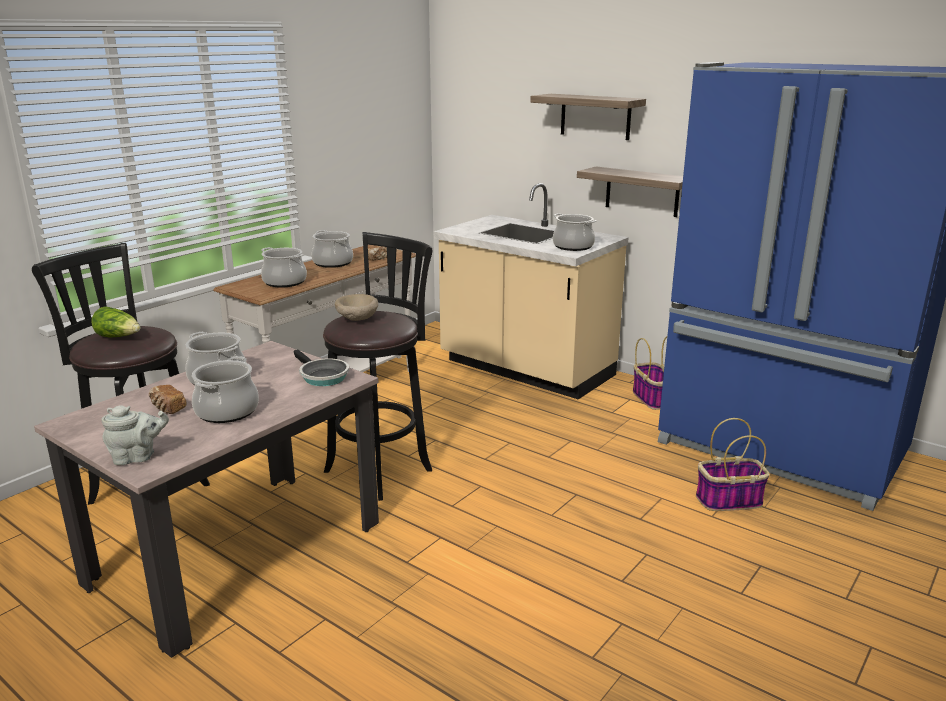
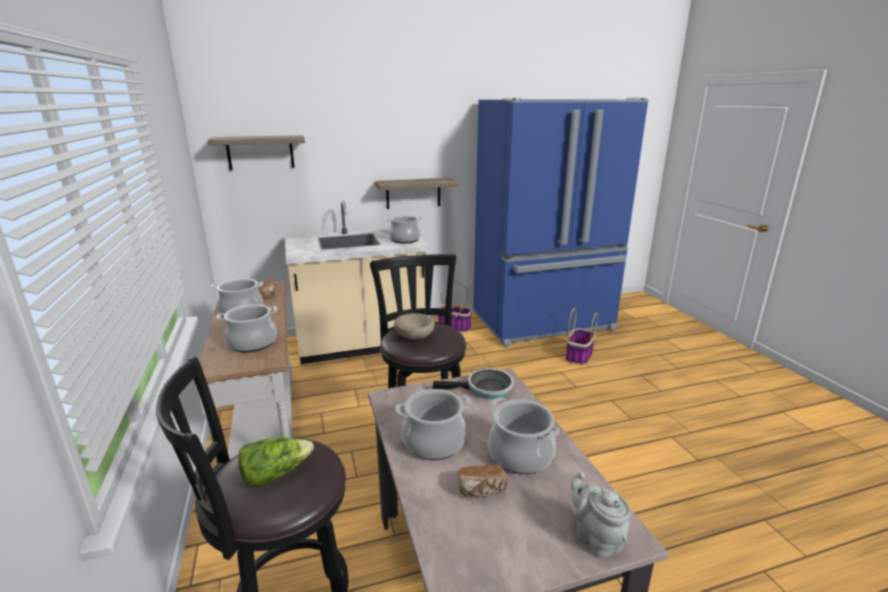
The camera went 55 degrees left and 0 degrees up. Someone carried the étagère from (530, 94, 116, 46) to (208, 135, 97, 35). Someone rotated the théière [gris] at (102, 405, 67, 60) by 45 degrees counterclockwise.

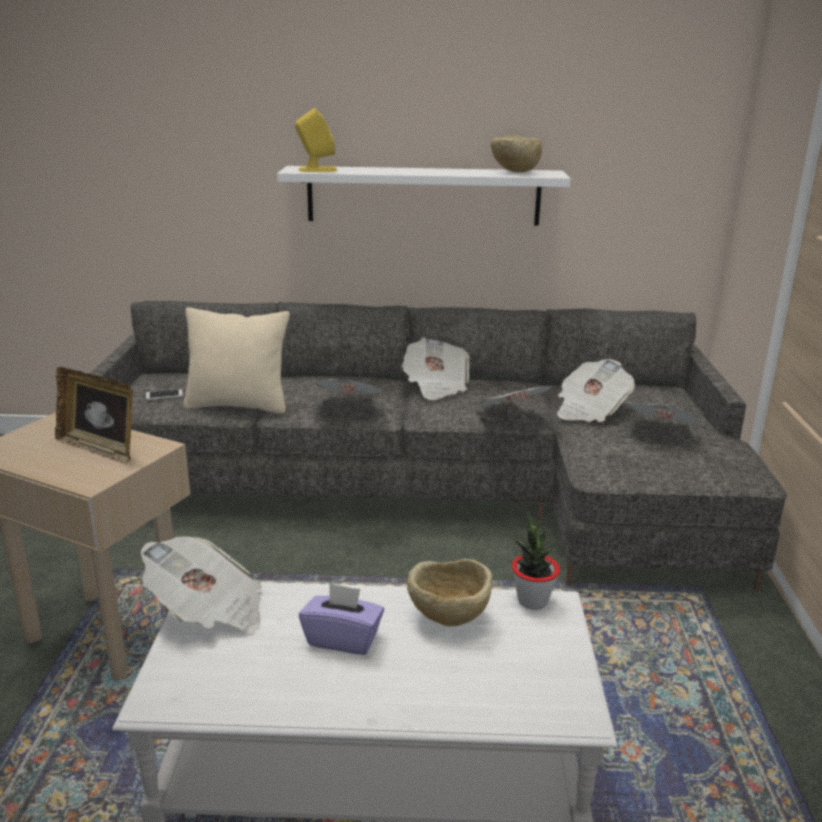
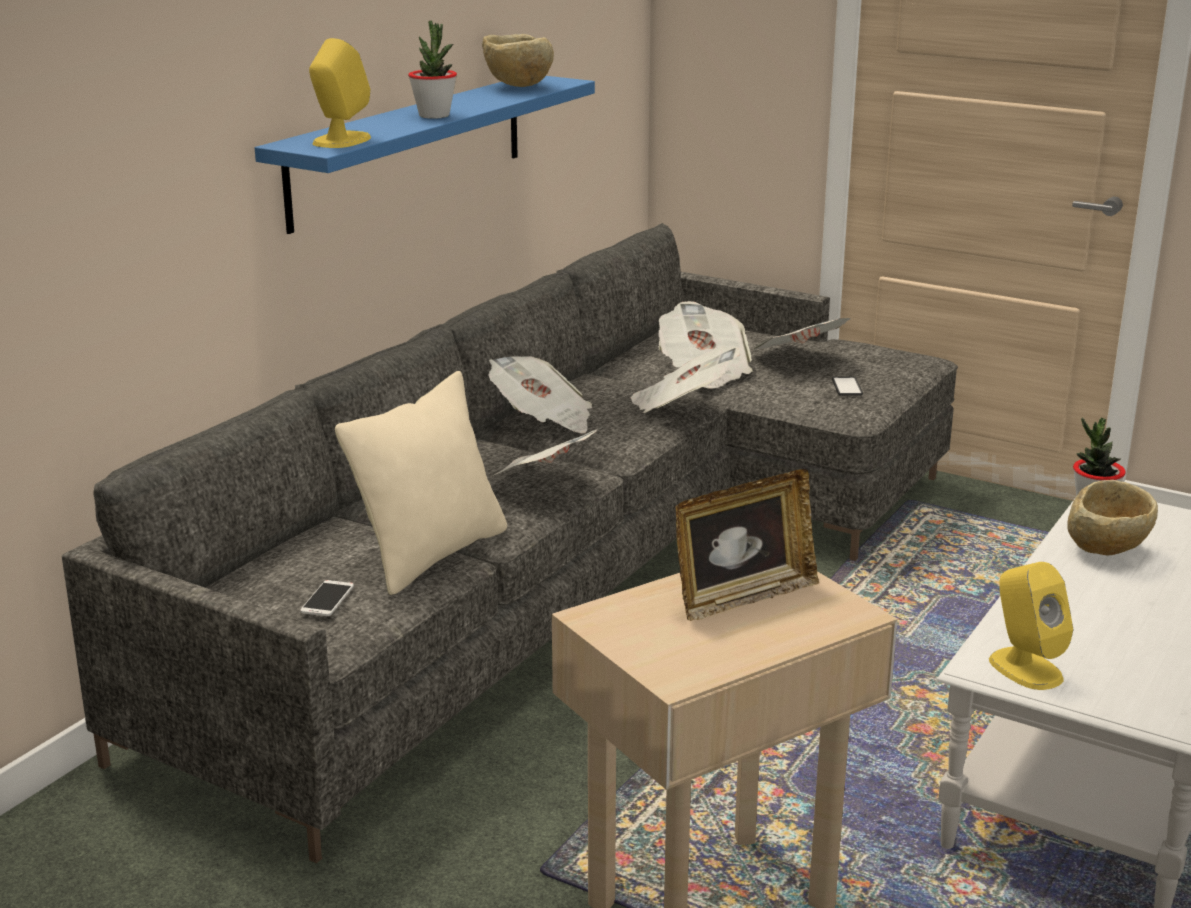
The camera went 60 degrees left and 0 degrees up. Someone repainted the étagère [blanc] at (277, 166, 294, 59), which became the étagère [bleu] at (255, 76, 340, 158). Someone swapped the journal at (141, 536, 121, 95) for the enceinte [jaune] at (989, 562, 84, 128). Someone took away the boîte à mouchoirs [violet] at (299, 583, 85, 72). Someone put down the plante en pot at (408, 20, 49, 99). Someone put down the téléphone at (832, 377, 31, 19).

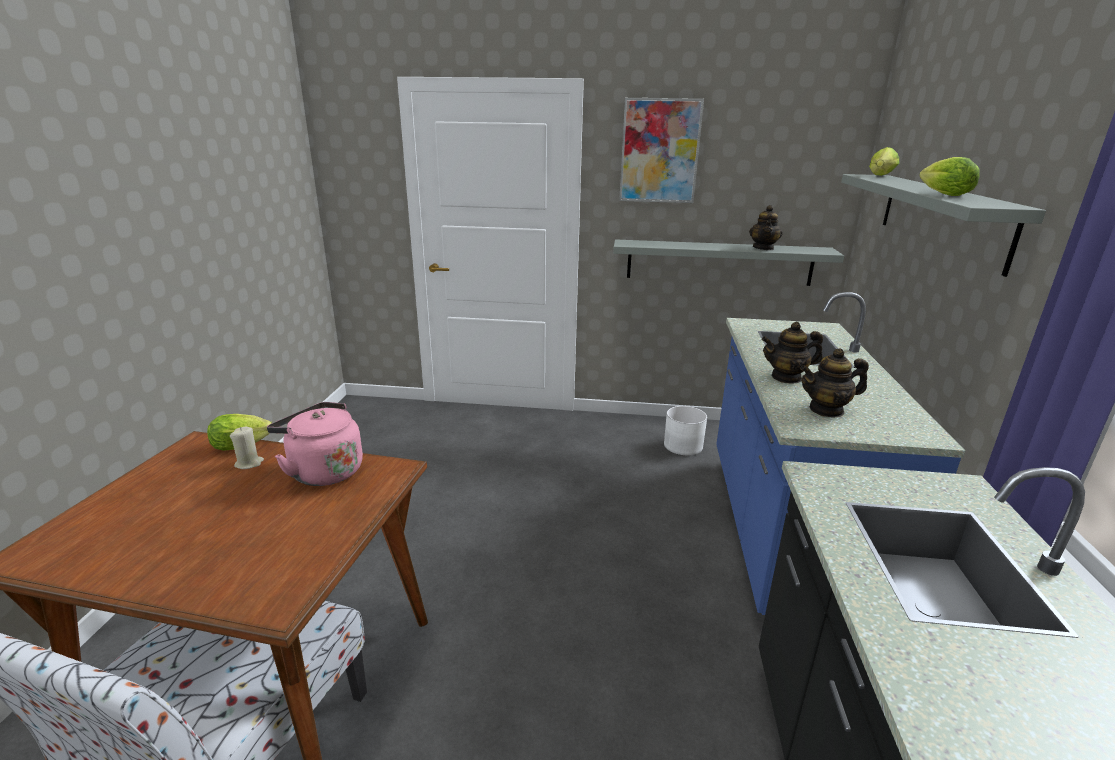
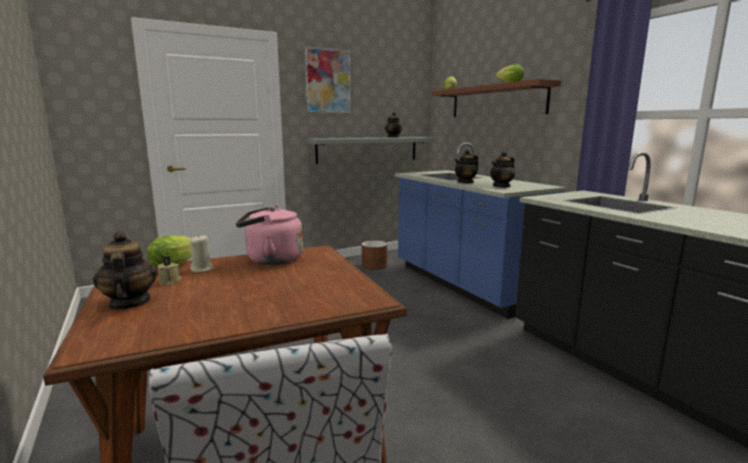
The camera went 35 degrees left and 10 degrees down. Someone repainted the étagère [gris] at (841, 174, 205, 103), which became the étagère [marron] at (431, 79, 130, 38). Someone repainted the cache-pot [blanc] at (664, 406, 43, 49), which became the cache-pot [marron] at (362, 241, 25, 29). Someone put down the théière at (93, 231, 65, 79). Someone put down the bougie [beige] at (157, 256, 25, 29).

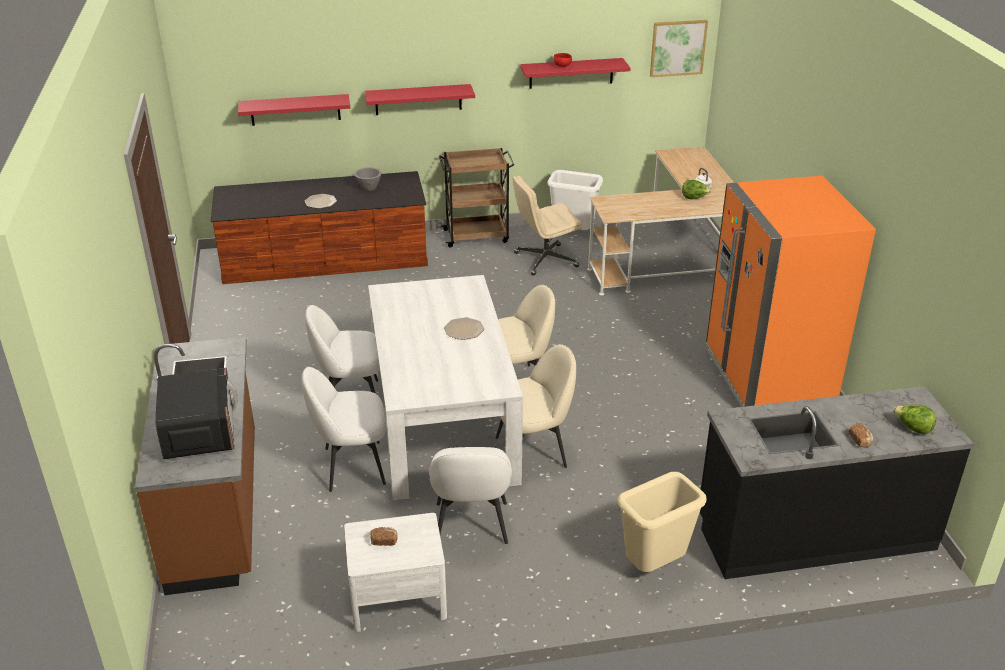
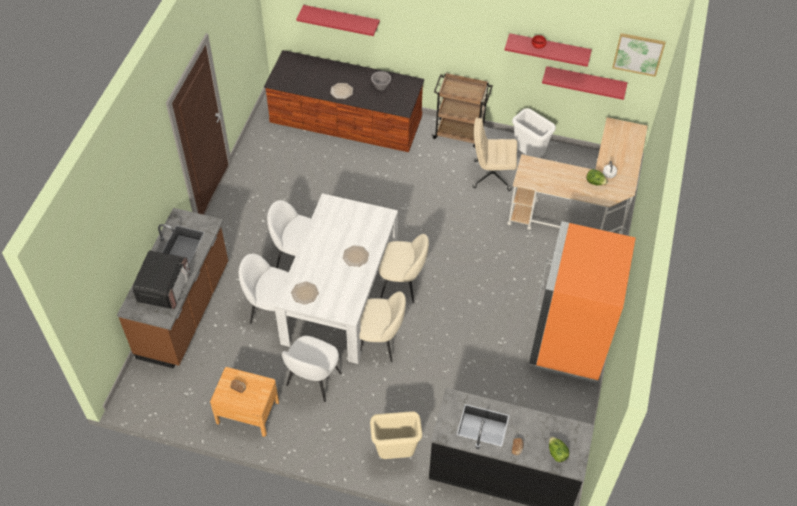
The camera went 25 degrees right and 20 degrees up. Someone carried the étagère [rouge] from (365, 84, 110, 31) to (542, 66, 86, 34). Someone repainted the table de chevet [blanc] at (344, 513, 103, 119), which became the table de chevet [marron] at (210, 367, 69, 70). Someone put down the assiette at (291, 281, 28, 23).

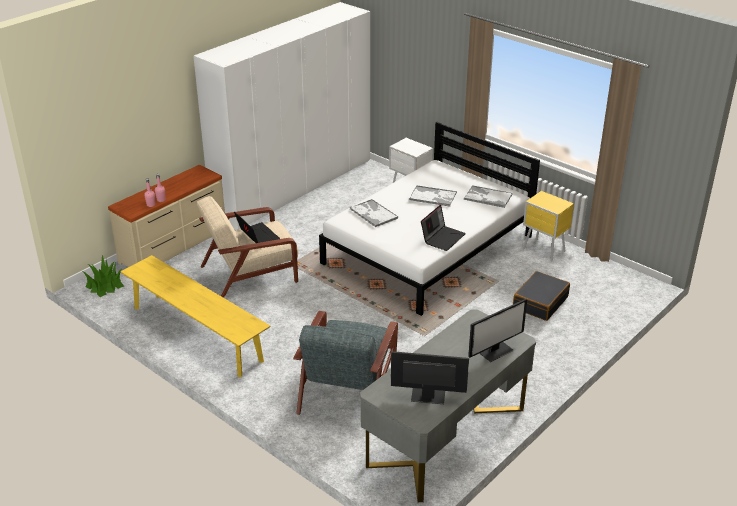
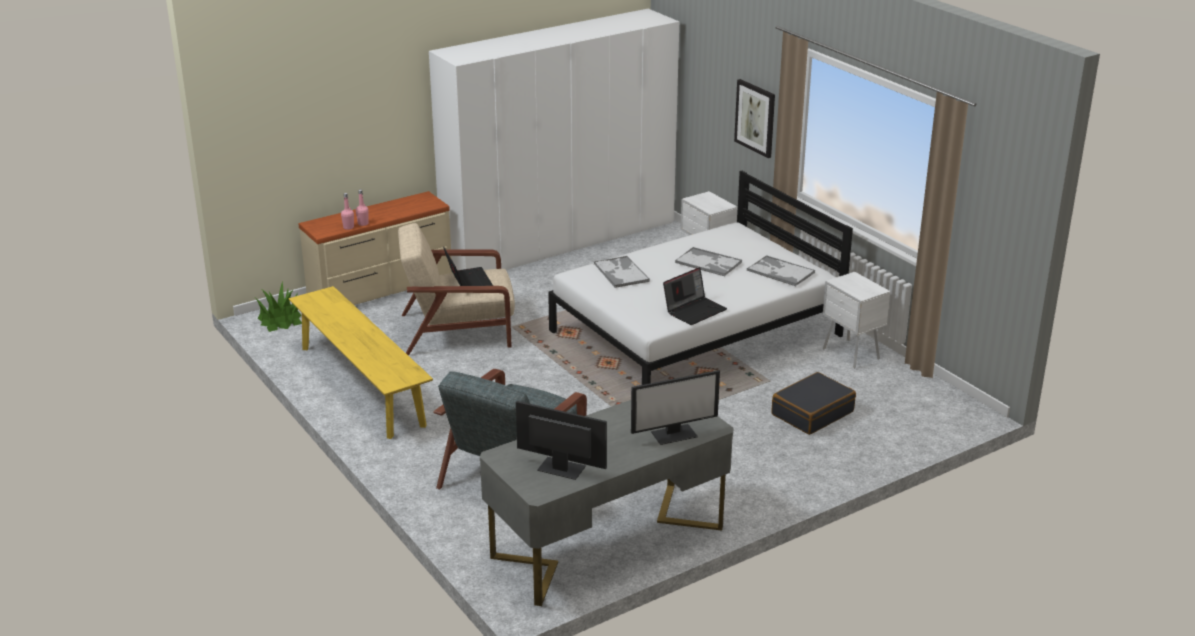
The camera went 15 degrees right and 5 degrees down. Someone repainted the table de chevet [jaune] at (523, 191, 51, 71), which became the table de chevet [blanc] at (823, 272, 67, 96). Someone put up the tableau at (734, 79, 41, 79).

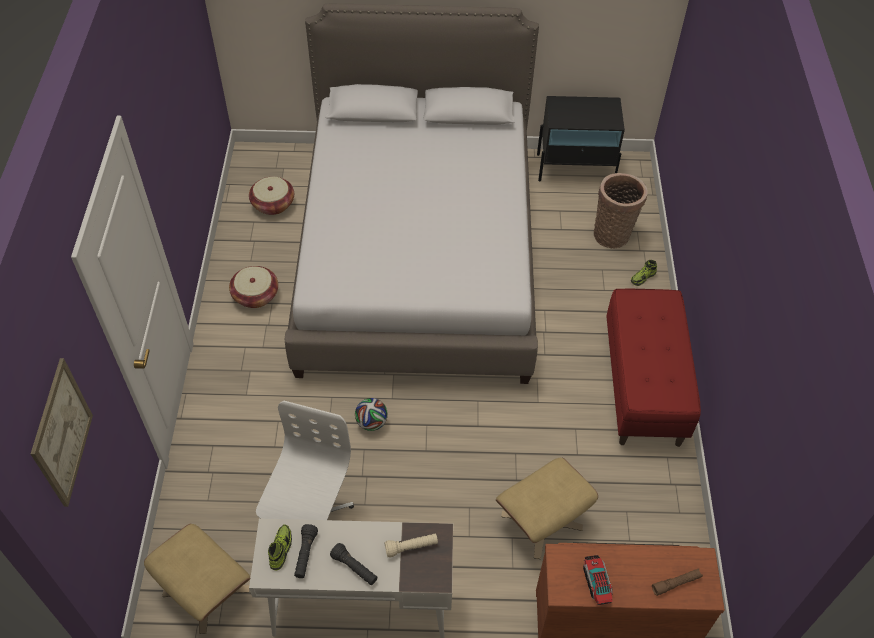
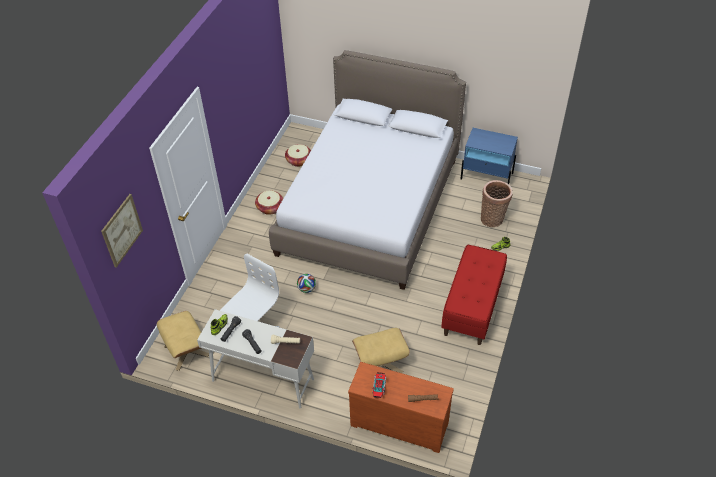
The camera went 20 degrees right and 5 degrees down. Someone repainted the table de chevet [noir] at (537, 96, 88, 86), which became the table de chevet [bleu] at (460, 128, 58, 56).

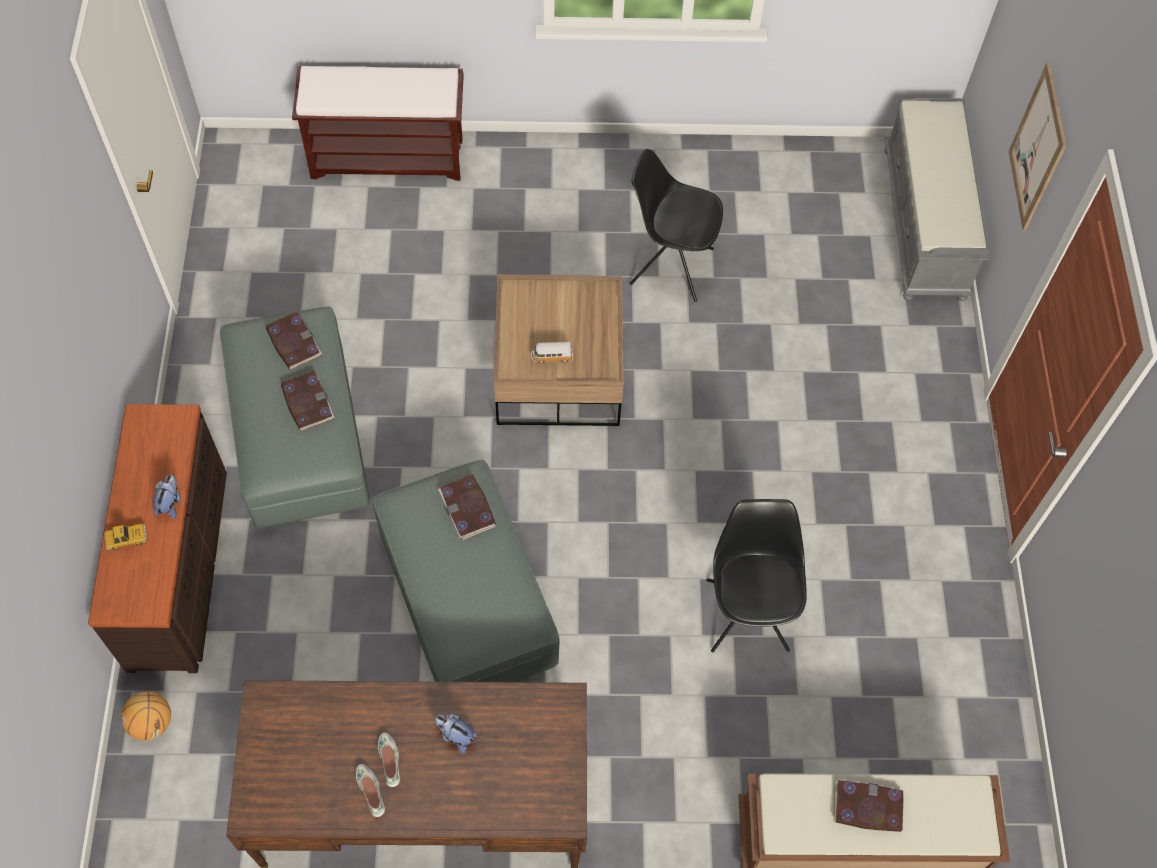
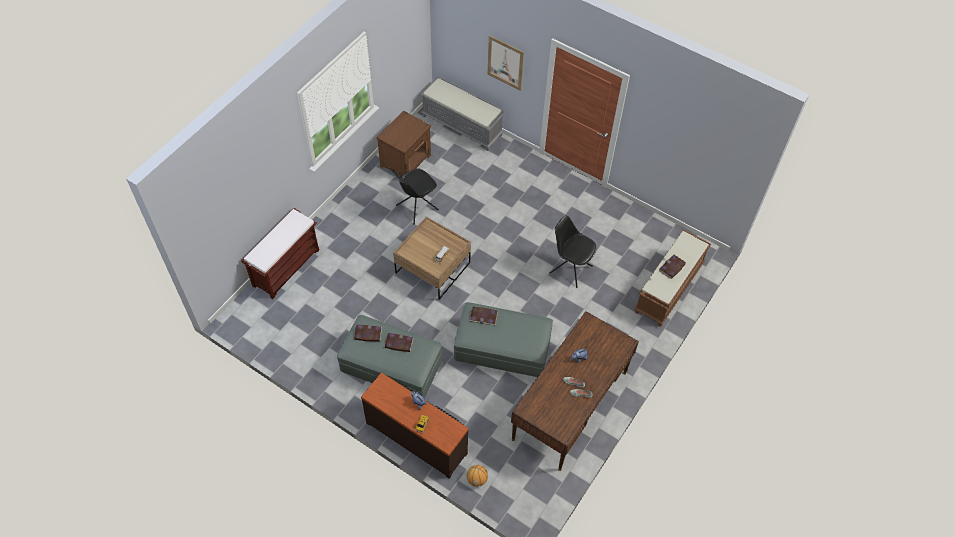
The camera went 55 degrees left and 5 degrees down. Someone put down the table de chevet [marron] at (377, 111, 54, 64).

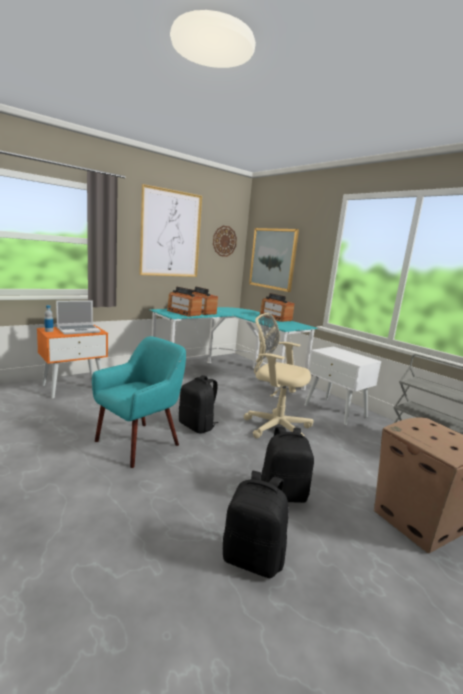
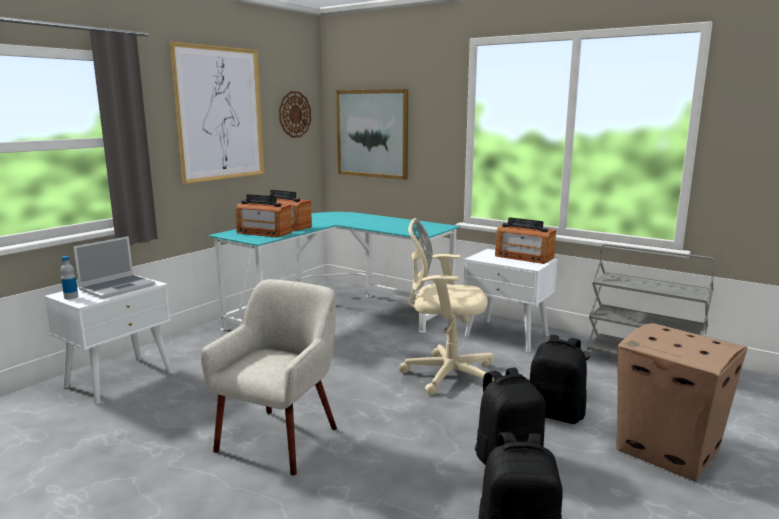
The camera went 15 degrees left and 0 degrees up. Someone carried the radio from (260, 293, 35, 29) to (495, 217, 61, 47). Someone repainted the table de chevet [orange] at (37, 325, 71, 74), which became the table de chevet [blanc] at (44, 274, 129, 130). Someone repainted the fauteuil [turquoise] at (92, 336, 94, 132), which became the fauteuil [beige] at (201, 279, 136, 197). Someone carried the sac à dos [noir] from (179, 375, 39, 59) to (530, 335, 57, 89).

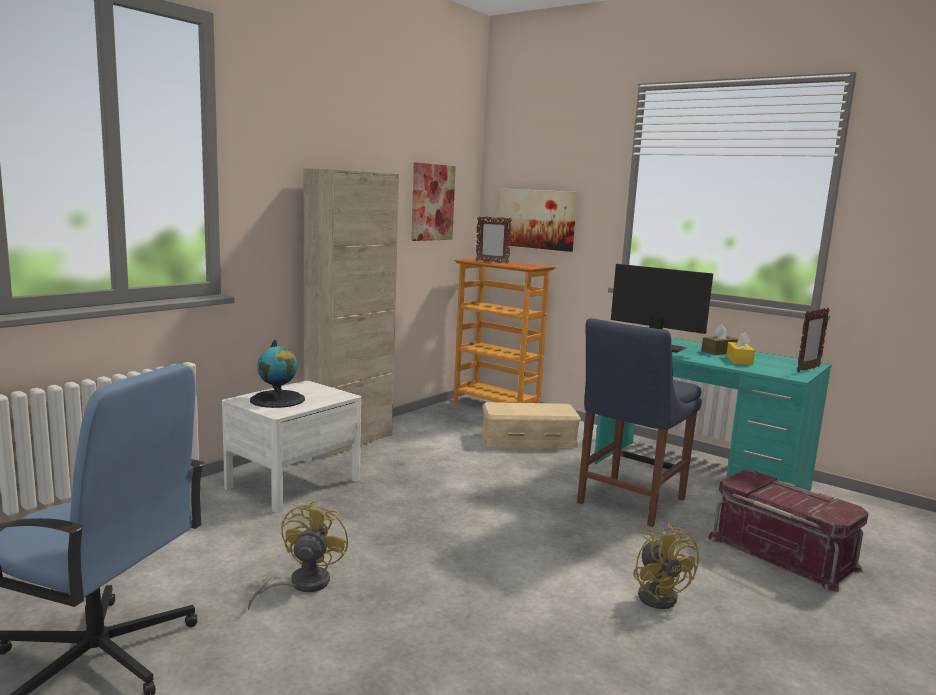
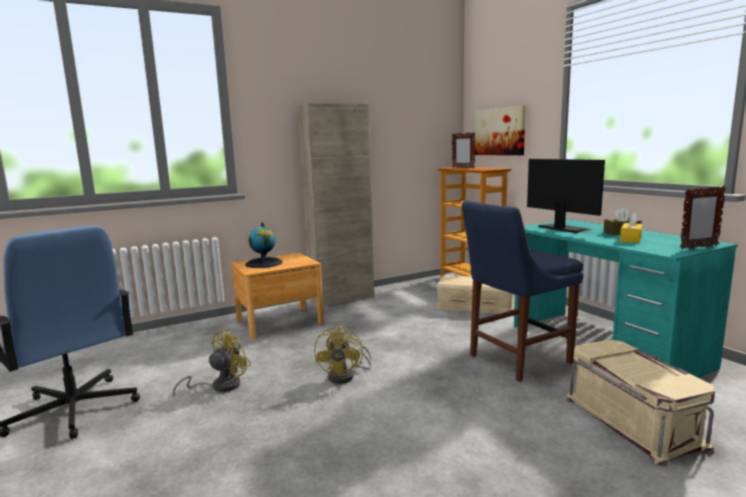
The camera went 25 degrees right and 0 degrees up. Someone took away the tableau at (411, 163, 45, 78). Someone repainted the table de chevet [blanc] at (222, 381, 139, 132), which became the table de chevet [marron] at (231, 253, 93, 86). Someone repainted the boîte de rangement [rouge] at (708, 470, 161, 122), which became the boîte de rangement [beige] at (565, 340, 150, 127). Someone carried the ventilateur [jaune] from (633, 523, 66, 86) to (314, 325, 57, 59).

